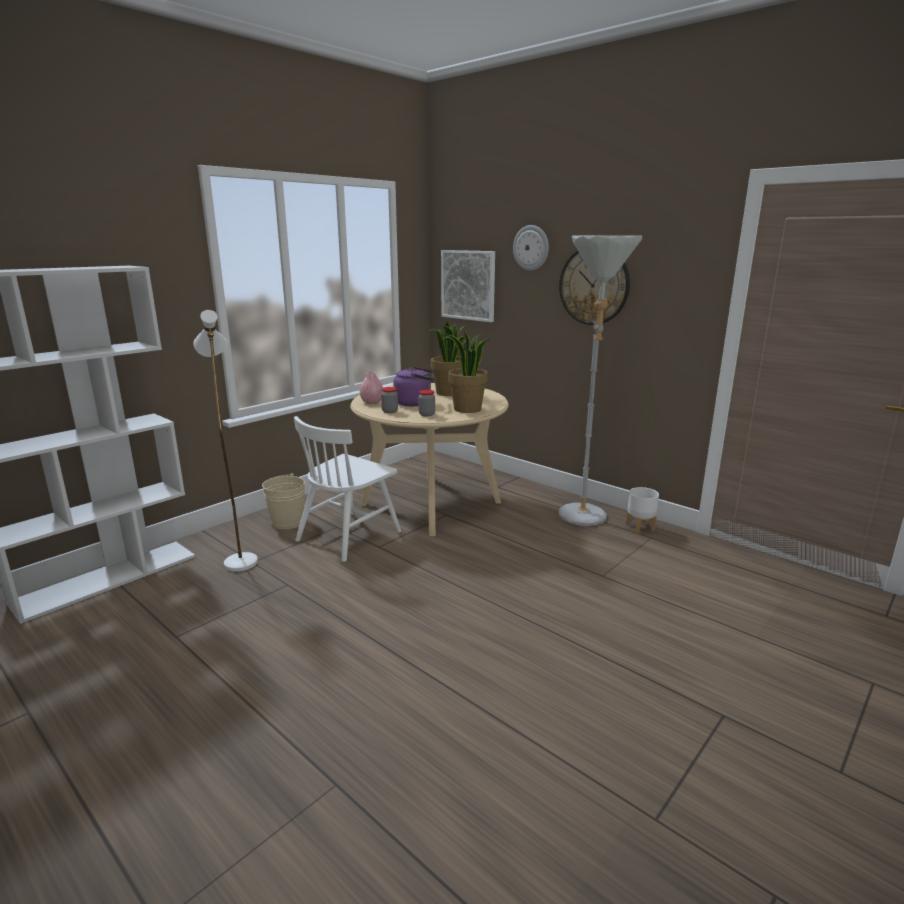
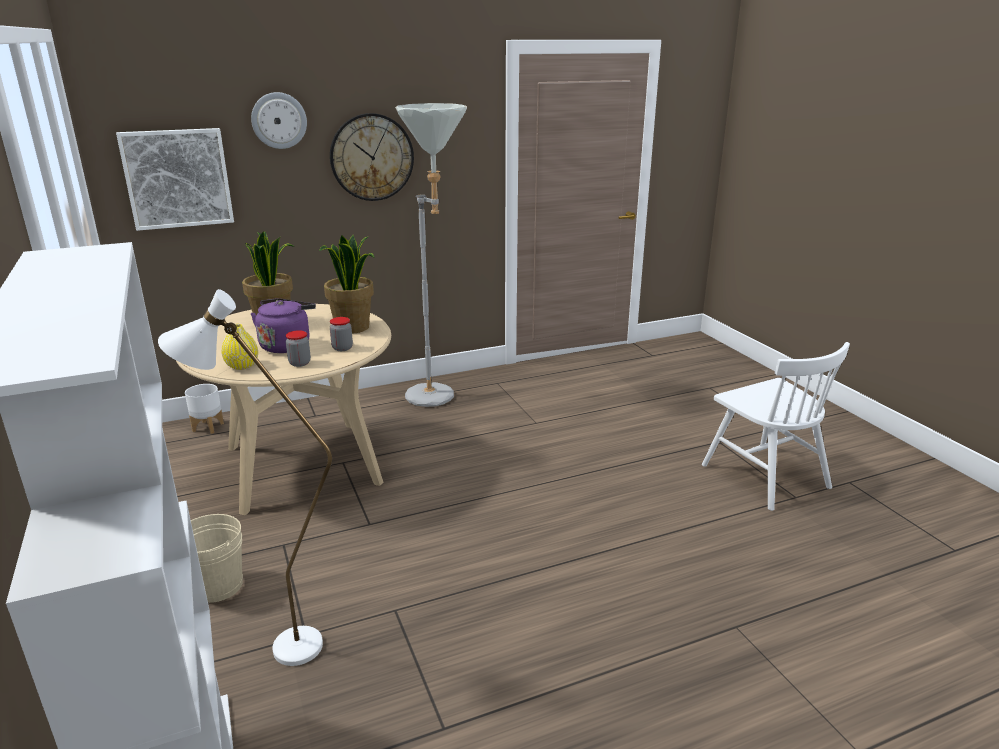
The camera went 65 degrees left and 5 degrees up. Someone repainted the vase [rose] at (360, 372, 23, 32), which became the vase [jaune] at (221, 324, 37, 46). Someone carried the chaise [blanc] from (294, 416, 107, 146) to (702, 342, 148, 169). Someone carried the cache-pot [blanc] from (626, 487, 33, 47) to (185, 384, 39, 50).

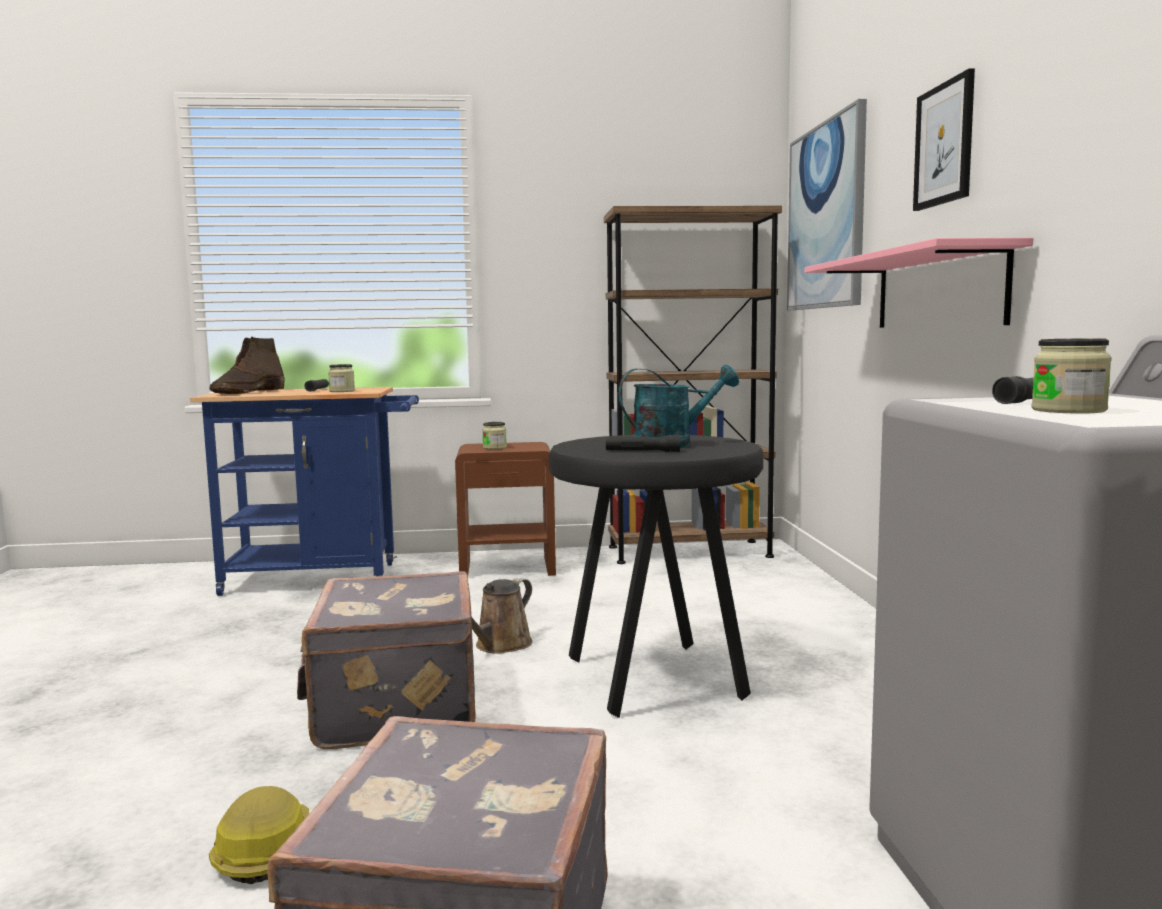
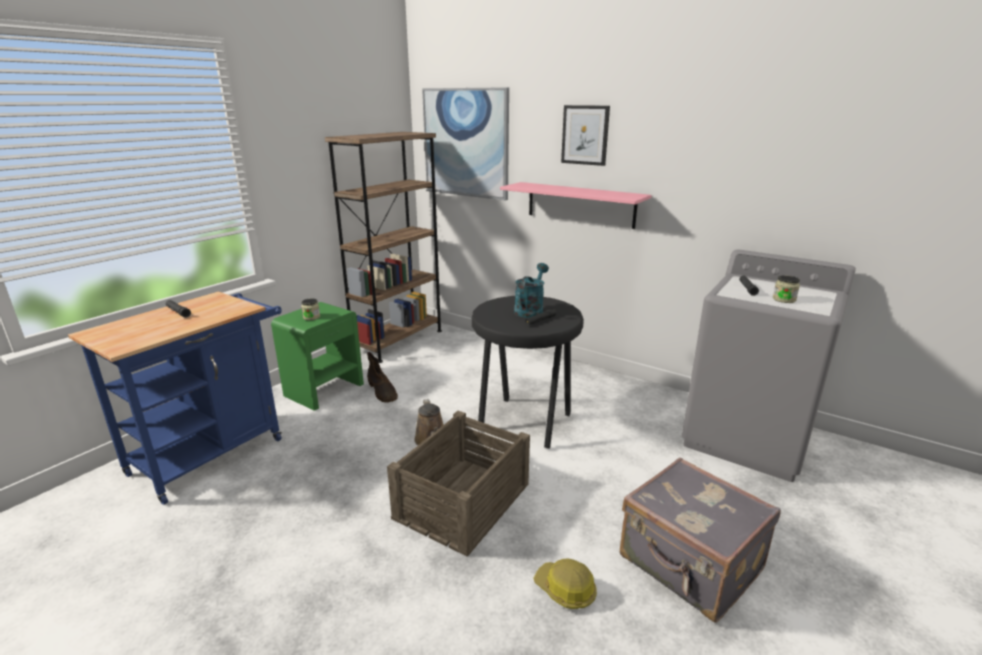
The camera went 50 degrees left and 15 degrees up. Someone carried the botte [marron] from (209, 337, 75, 57) to (367, 352, 31, 51). Someone took away the bocal at (328, 364, 27, 28). Someone repainted the table de chevet [marron] at (455, 442, 101, 134), which became the table de chevet [vert] at (271, 302, 93, 109). Someone swapped the valise [gris] at (297, 571, 179, 178) for the caisse at (387, 411, 143, 146).

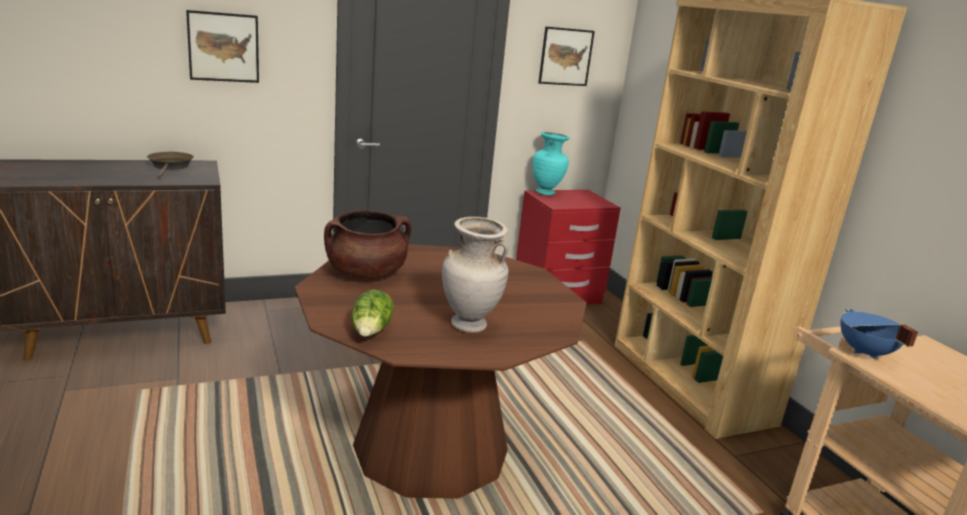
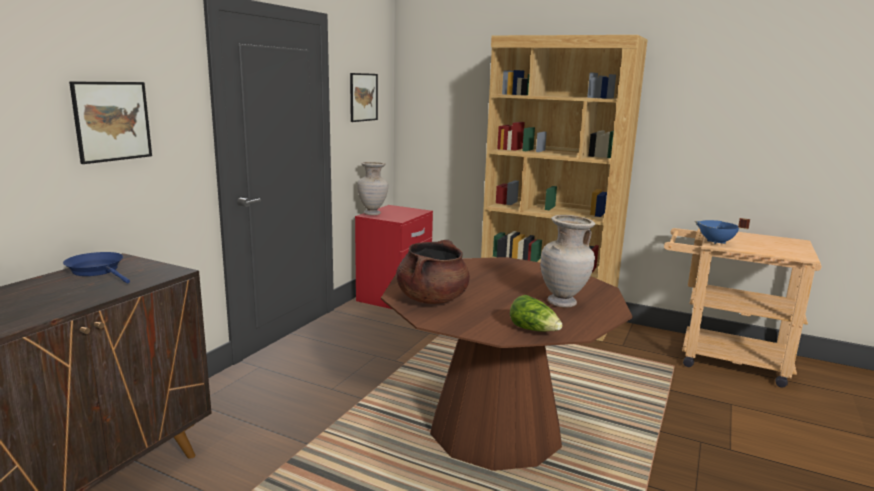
The camera went 40 degrees left and 5 degrees down. Someone repainted the vase [turquoise] at (533, 132, 37, 63), which became the vase [beige] at (357, 162, 31, 53). Someone repainted the poêle [marron] at (147, 152, 47, 27), which became the poêle [bleu] at (63, 252, 67, 31).

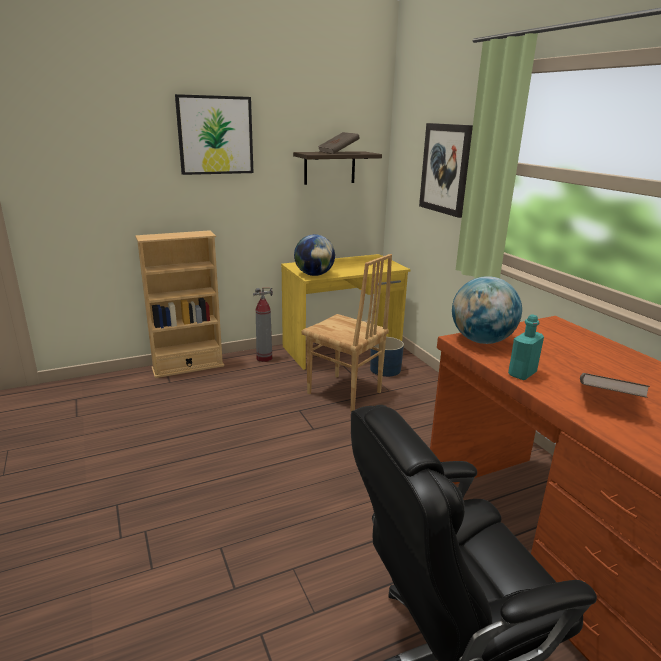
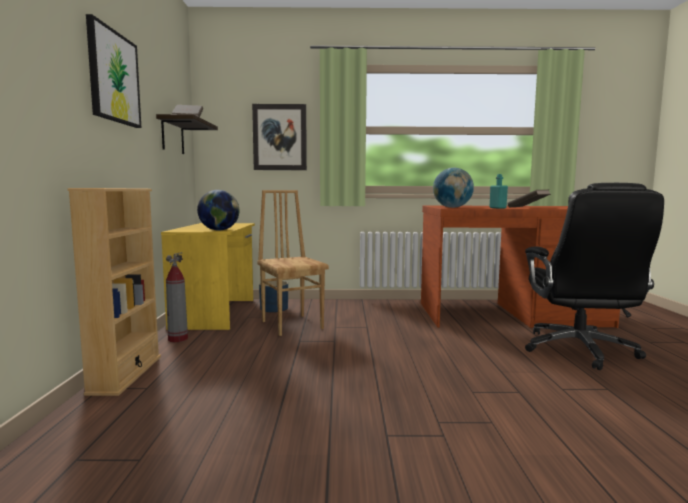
The camera went 65 degrees left and 15 degrees down. Someone rotated the chaise [marron] at (302, 254, 90, 158) by 90 degrees counterclockwise.

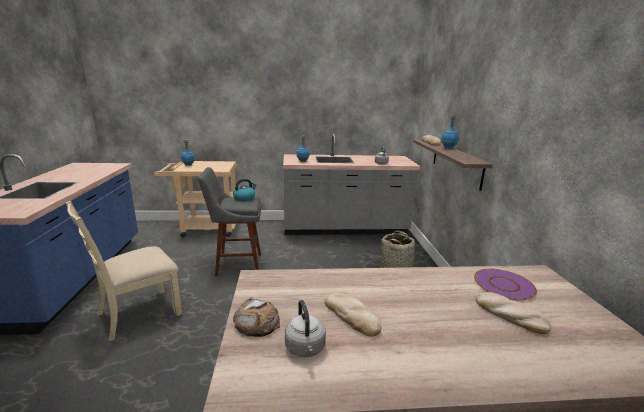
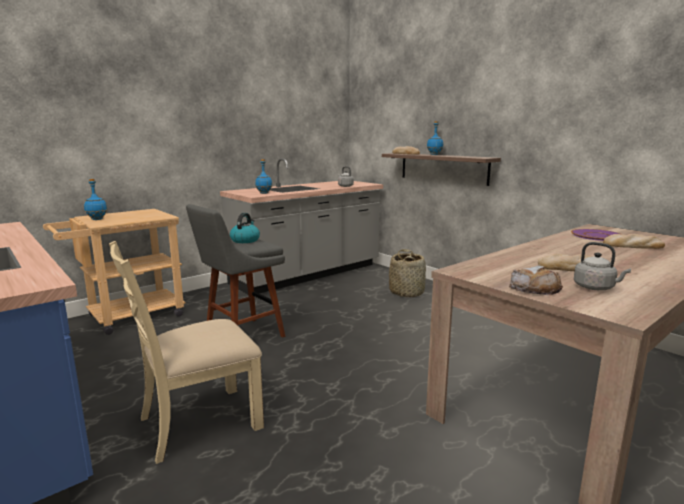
The camera went 35 degrees left and 5 degrees down. Someone rotated the chaise [beige] at (66, 201, 117, 140) by 45 degrees clockwise.

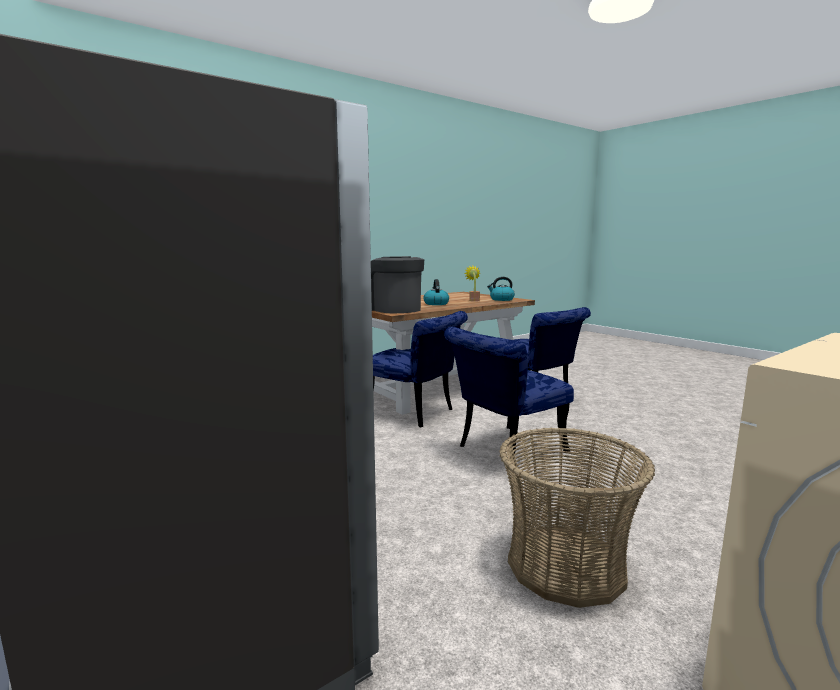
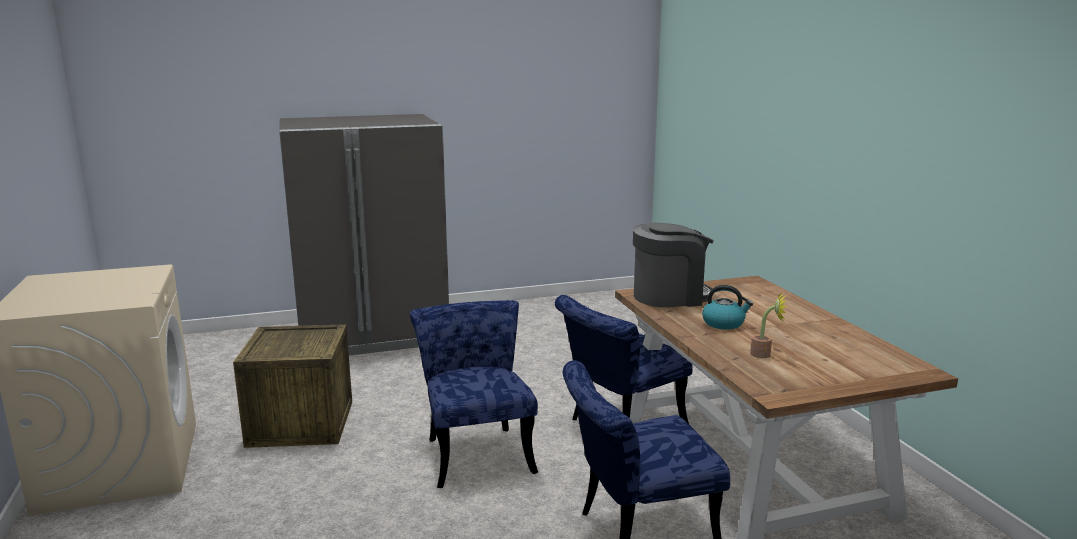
The camera went 110 degrees right and 5 degrees up. Someone took away the bouilloire at (487, 277, 28, 24). Someone swapped the panier at (499, 427, 156, 181) for the caisse at (233, 324, 119, 124).

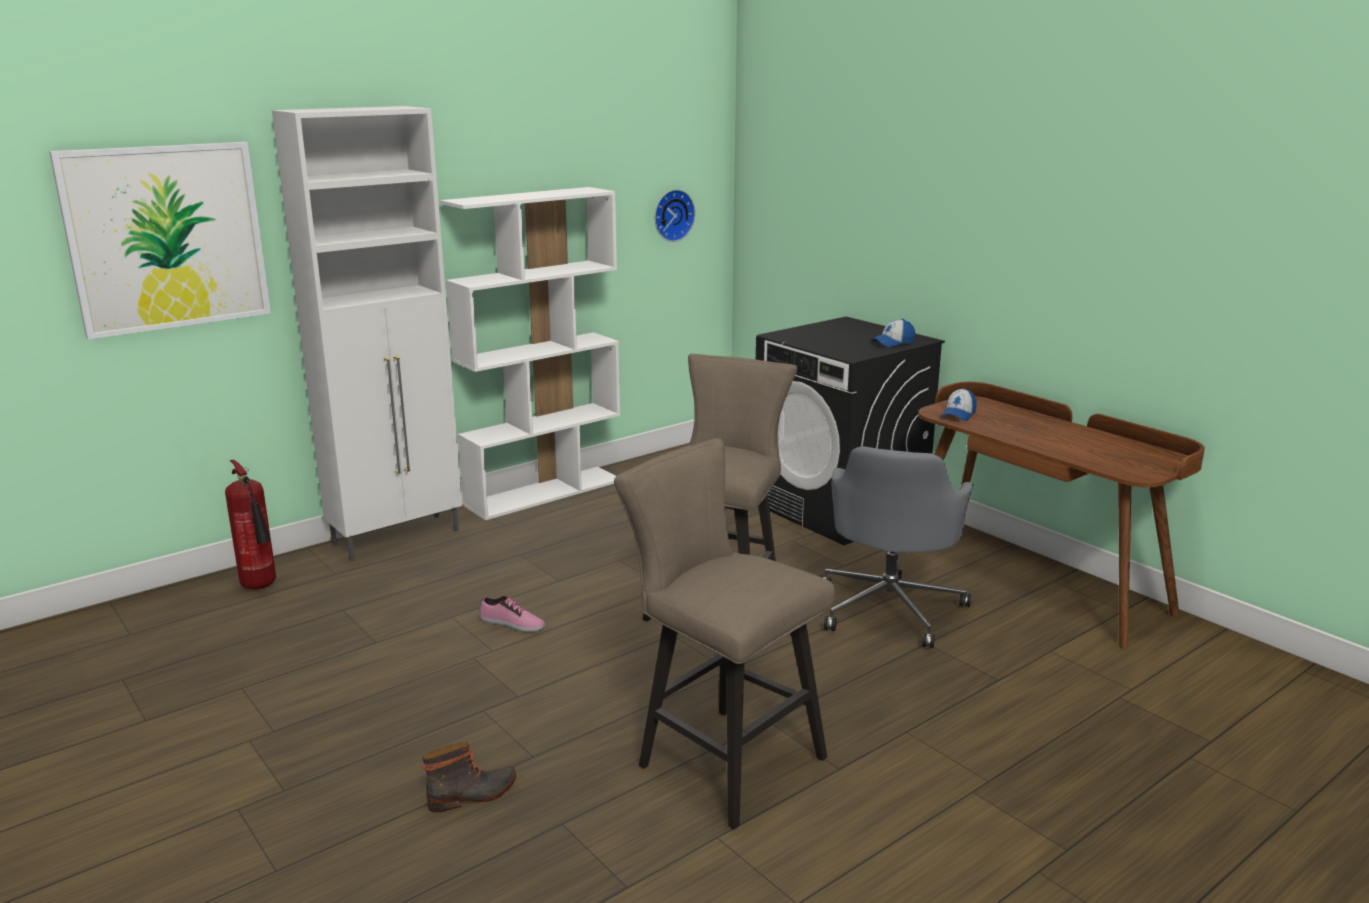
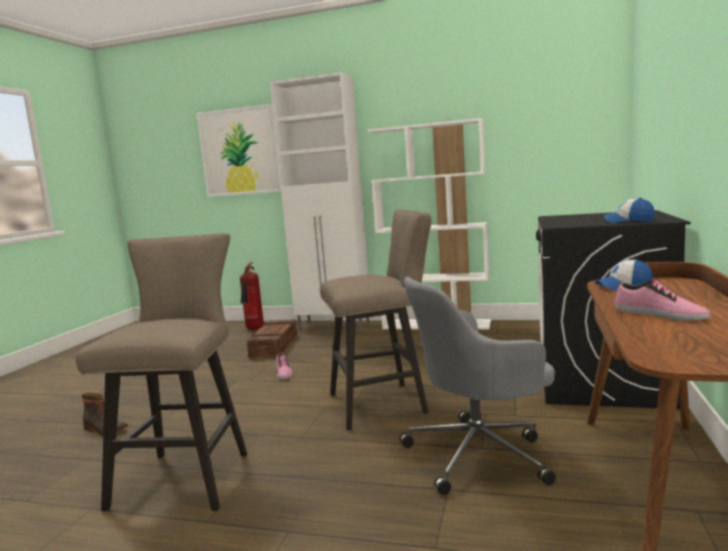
The camera went 55 degrees right and 10 degrees down. Someone took away the horloge murale at (655, 189, 40, 53). Someone put down the chaussure at (614, 280, 97, 41). Someone put down the caisse at (247, 319, 51, 39).

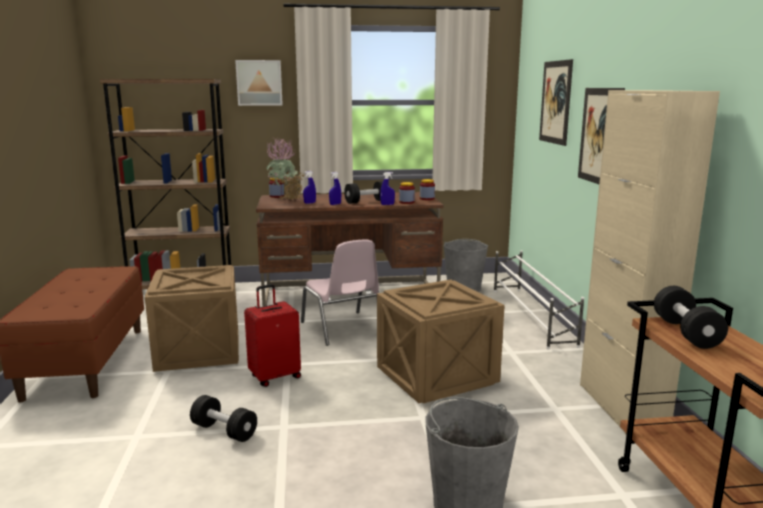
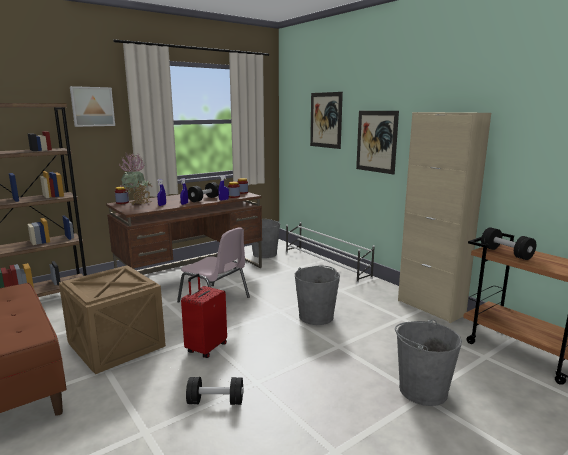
The camera went 30 degrees left and 0 degrees up. Someone swapped the caisse at (377, 280, 128, 123) for the seau [gris] at (295, 266, 45, 59).

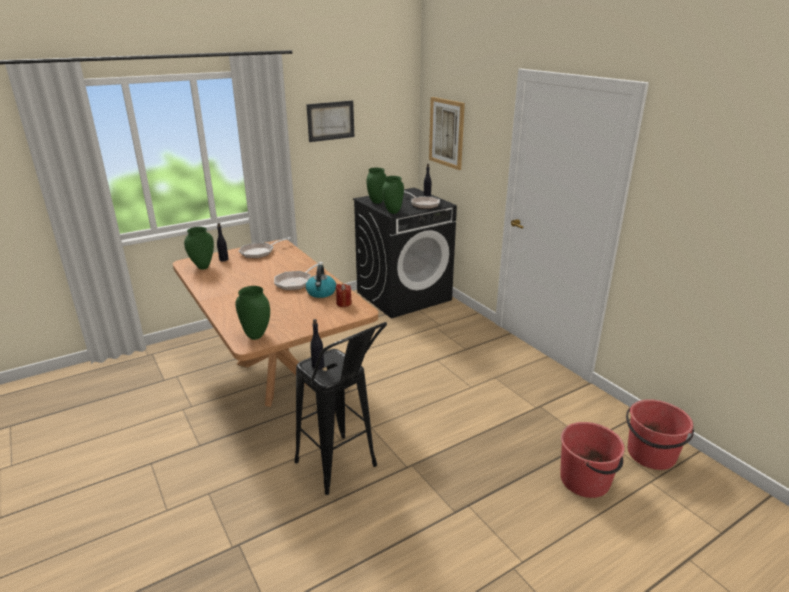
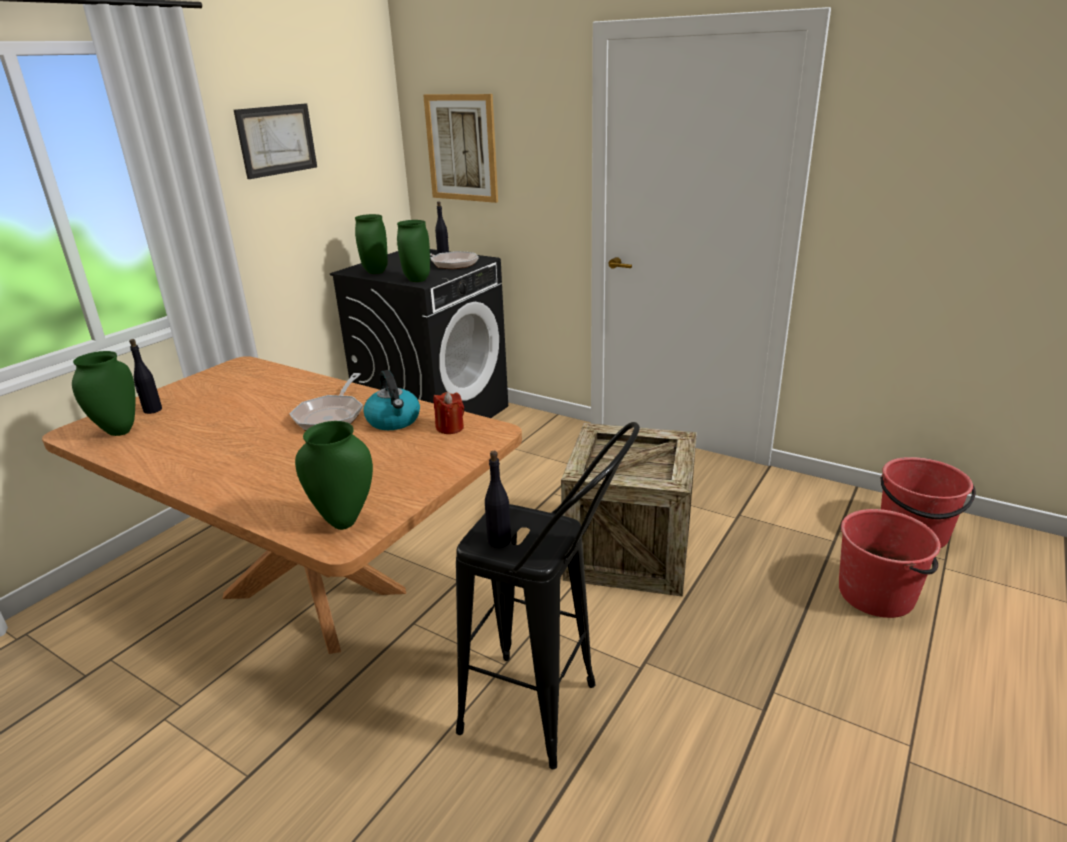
The camera went 25 degrees left and 0 degrees up. Someone took away the poêle at (239, 237, 52, 21). Someone put down the caisse at (561, 423, 136, 174).

